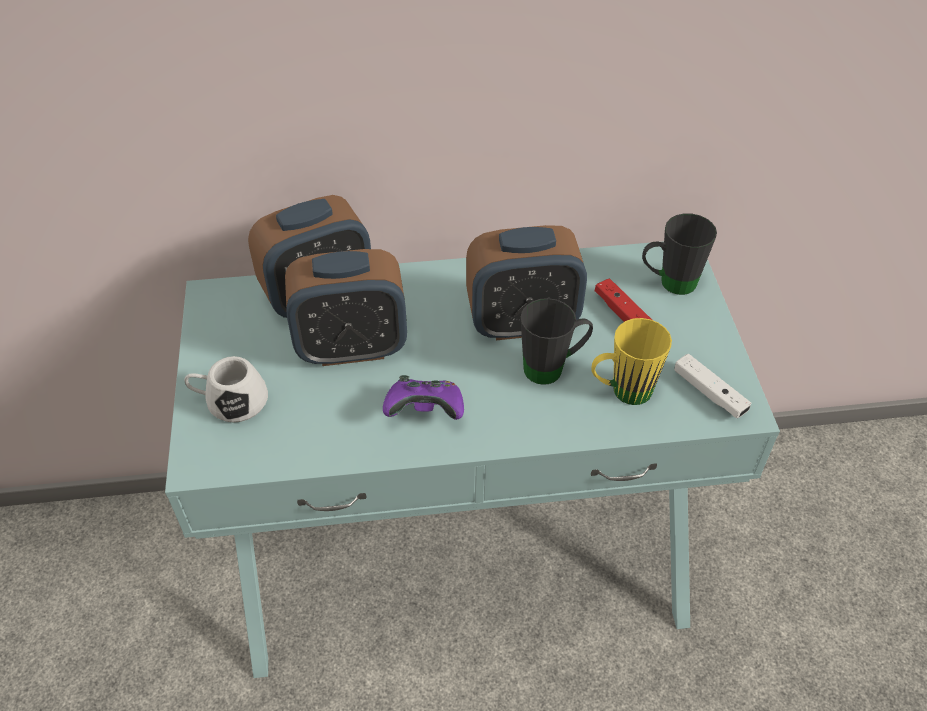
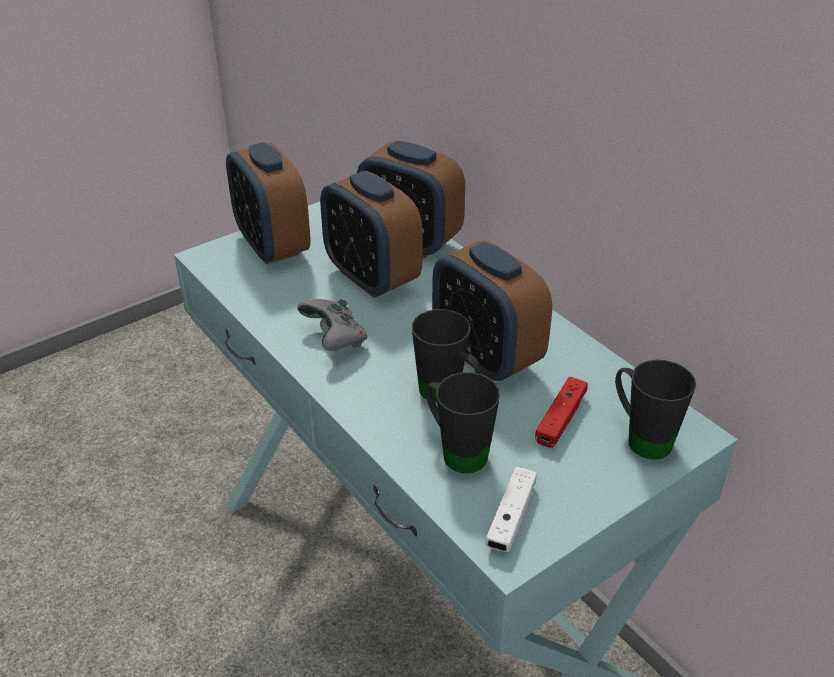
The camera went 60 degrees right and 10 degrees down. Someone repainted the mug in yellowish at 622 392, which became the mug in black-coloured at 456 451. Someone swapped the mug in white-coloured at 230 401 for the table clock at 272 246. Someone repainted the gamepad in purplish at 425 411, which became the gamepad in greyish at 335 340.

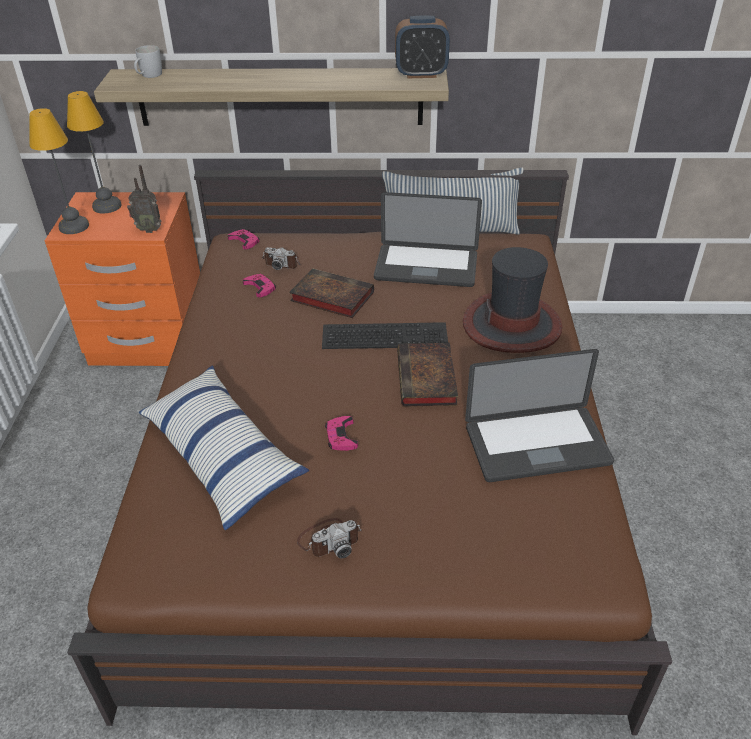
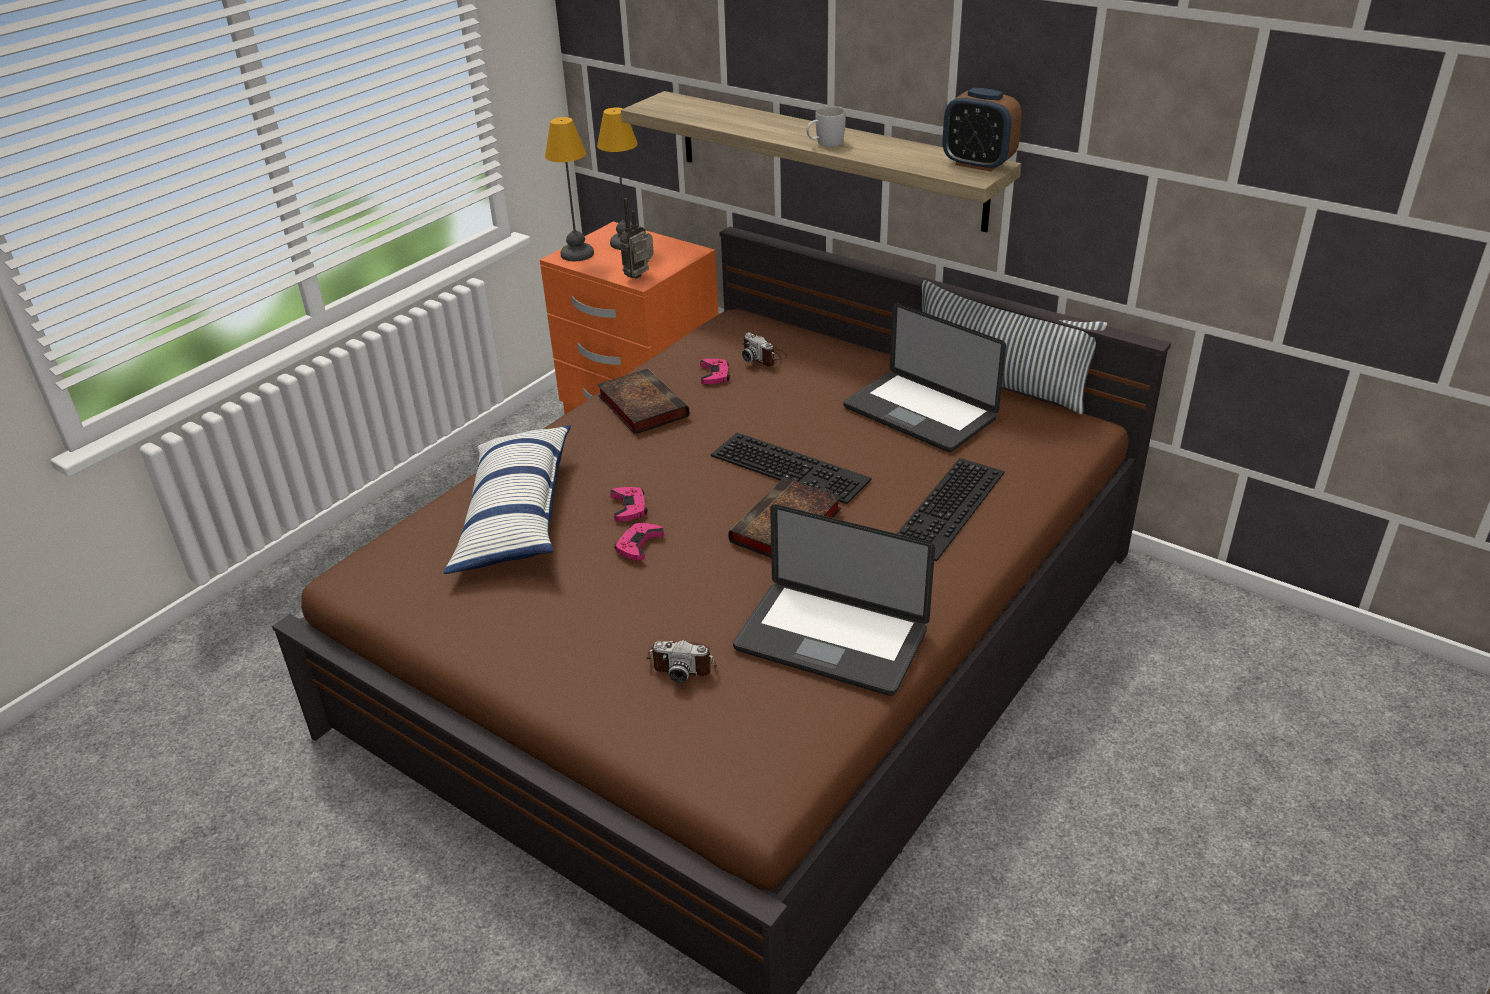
The camera went 35 degrees right and 5 degrees down. Someone carried the mug in white-coloured from 149 76 to 825 144. Someone rotated the radio receiver at 149 229 by 90 degrees clockwise. Someone carried the gamepad in pink from 244 241 to 629 507. Someone swapped the wearable hat at 512 324 for the PC keyboard at 950 509. Someone carried the book from 330 297 to 640 406. Someone carried the photo camera from 330 539 to 683 662.

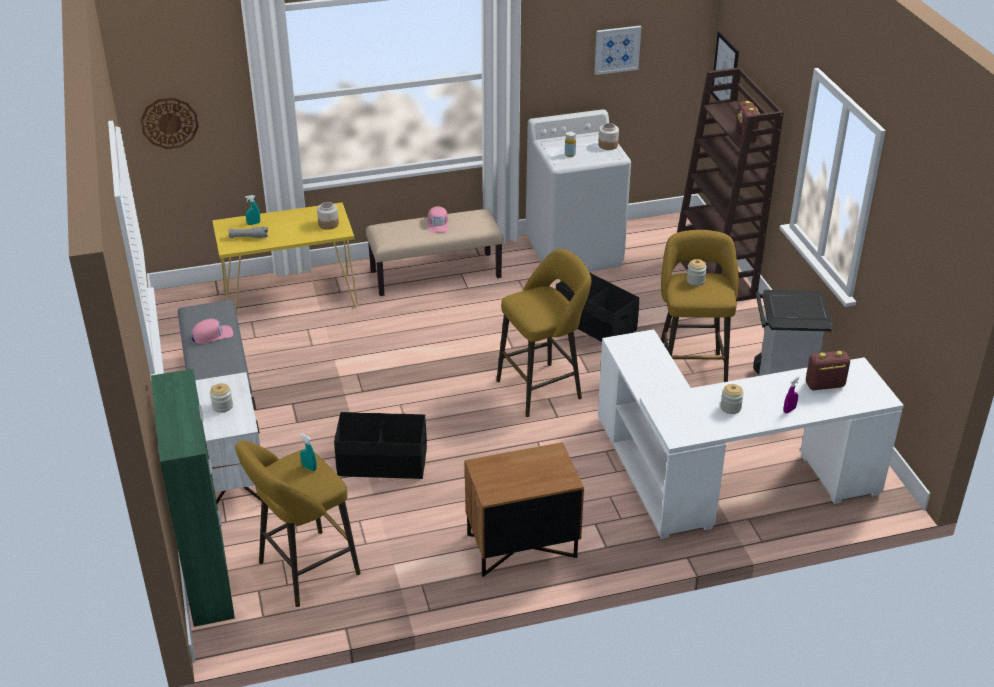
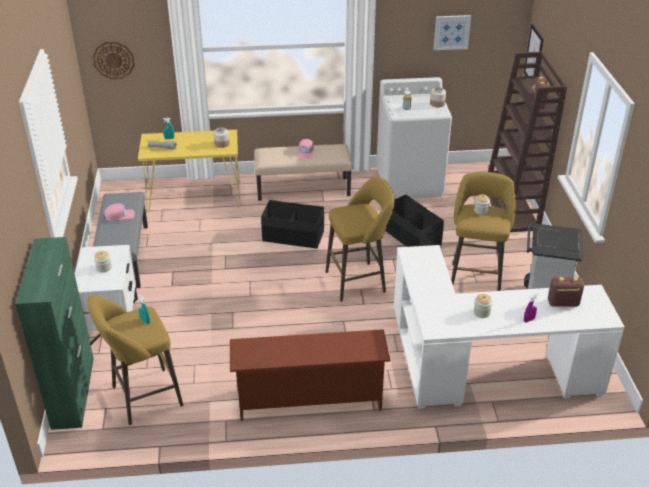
The camera went 10 degrees right and 0 degrees up. Someone carried the storage container in black-coloured from 382 463 to 293 236. Someone swapped the bedside table in brown-coloured at 521 547 for the shoe rack in brown-coloured at 309 401.

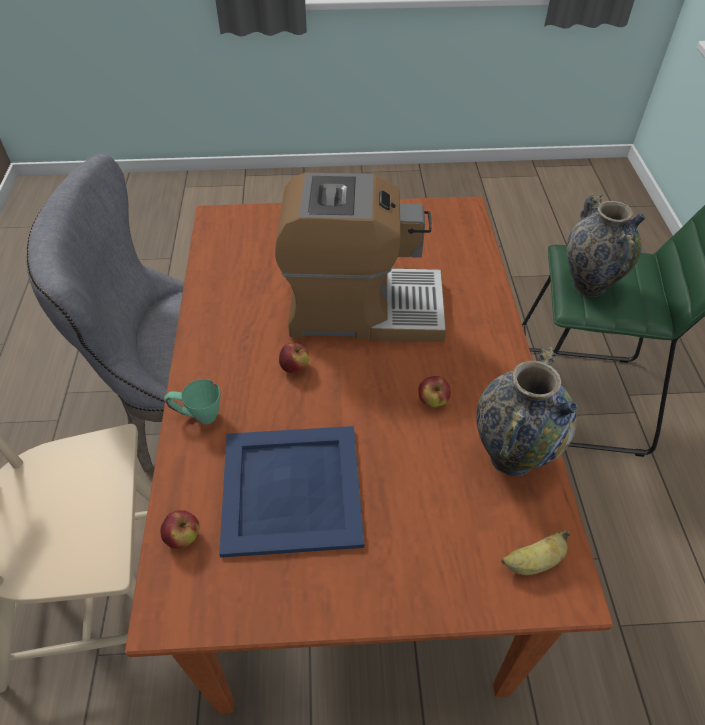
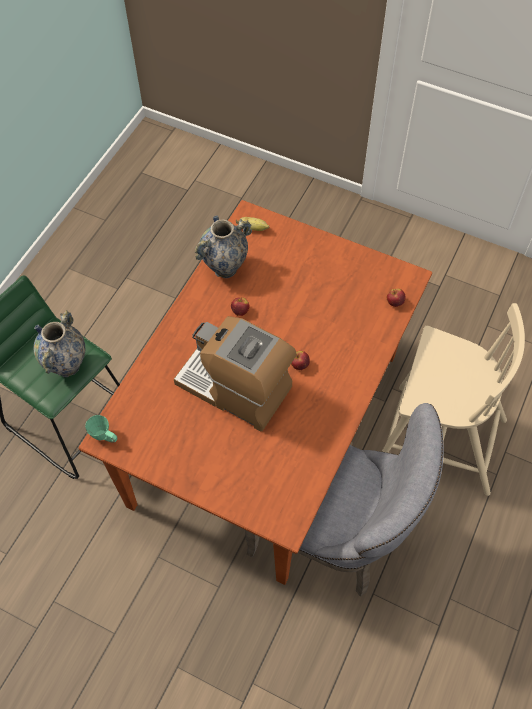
The camera went 150 degrees left and 10 degrees up. Someone carried the mug in greenish from 198 416 to 105 438. Someone took away the carrying tray in bluish at 293 488.

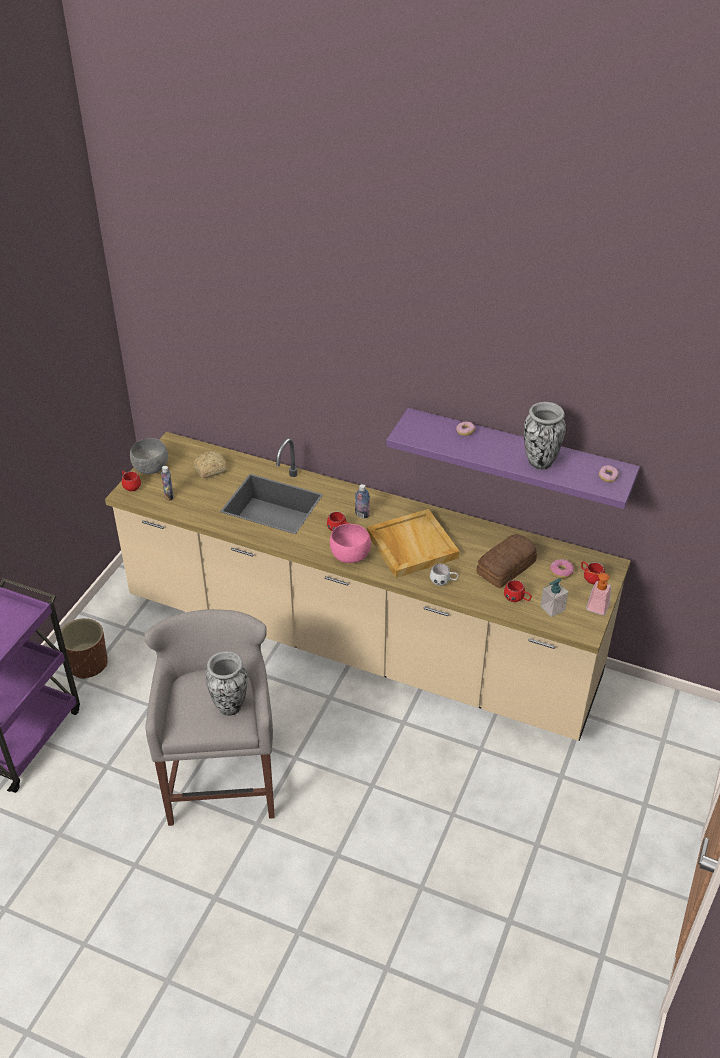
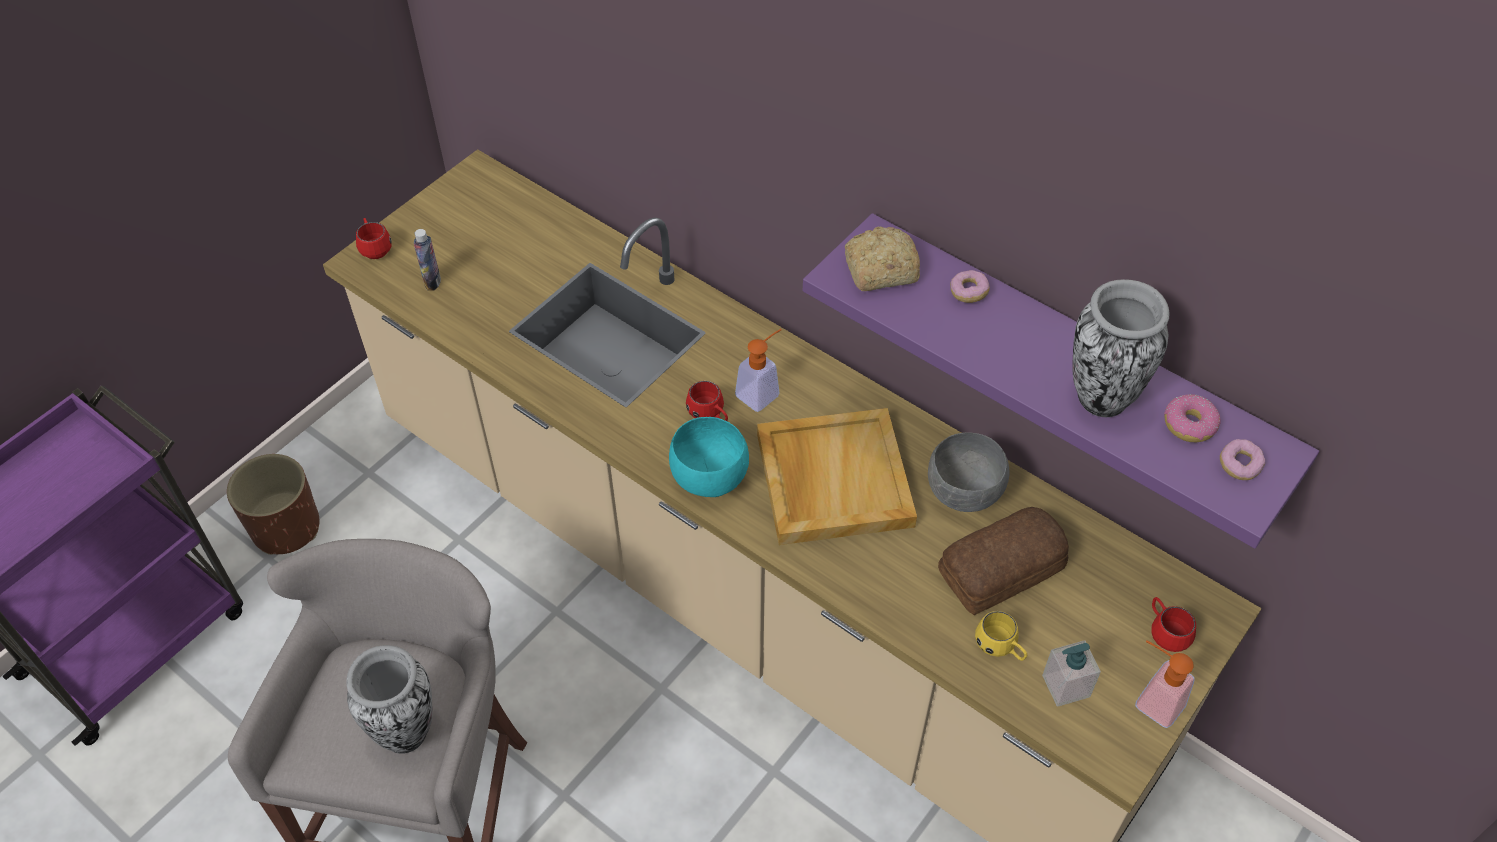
The camera went 15 degrees right and 10 degrees up. Someone carried the serving bowl in greyish from 151 469 to 964 494. Someone carried the bread from 209 470 to 878 270. Someone swapped the beverage bottle at 362 515 for the liquid soap bottle at 762 392. Someone repainted the serving bowl in pink at 349 556, which became the serving bowl in turquoise at 708 477. Someone carried the donut from 561 572 to 1189 425. Someone took away the mug in white-coloured at 443 582. Someone repainted the mug in red at 517 599, which became the mug in yellowish at 1000 648.

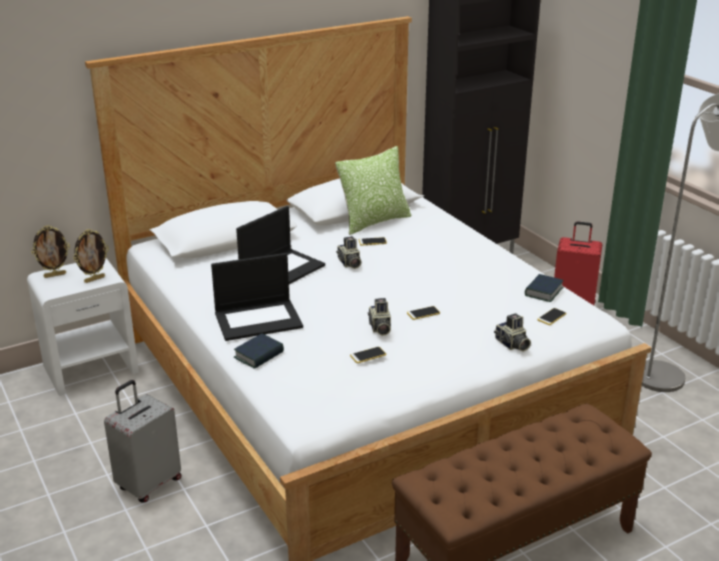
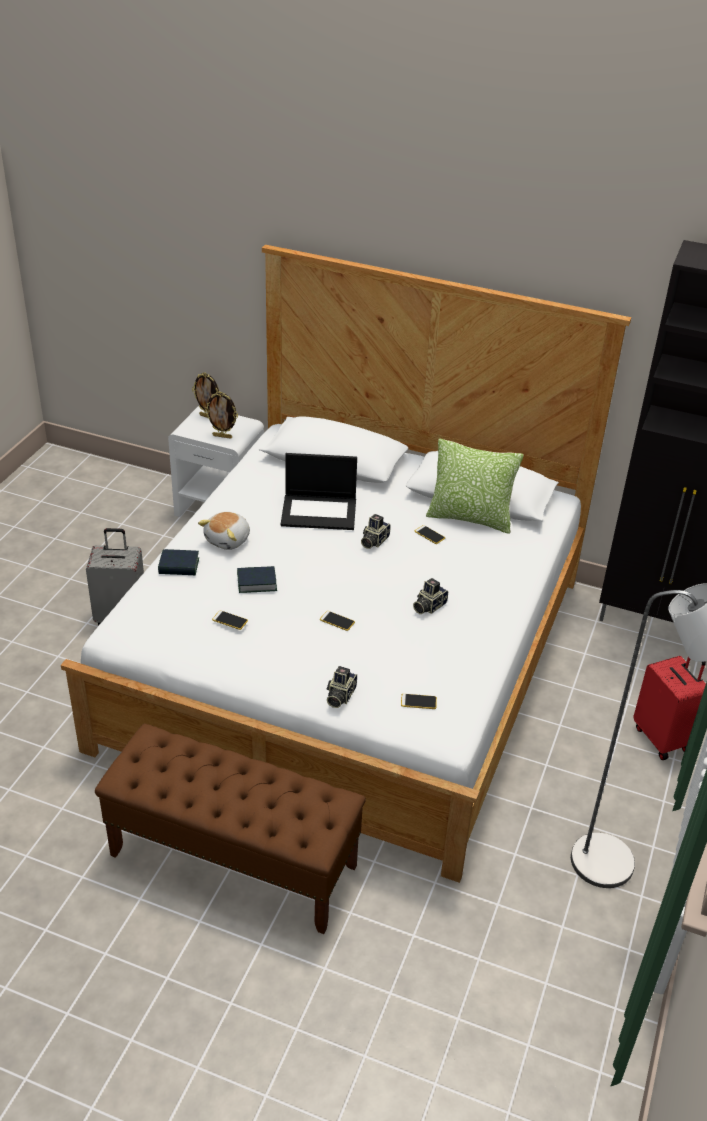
The camera went 50 degrees right and 10 degrees up. Someone swapped the notebook computer at 259 319 for the soft toy at 228 540. Someone carried the book from 543 292 to 256 583. Someone carried the photo camera from 379 328 to 428 606.

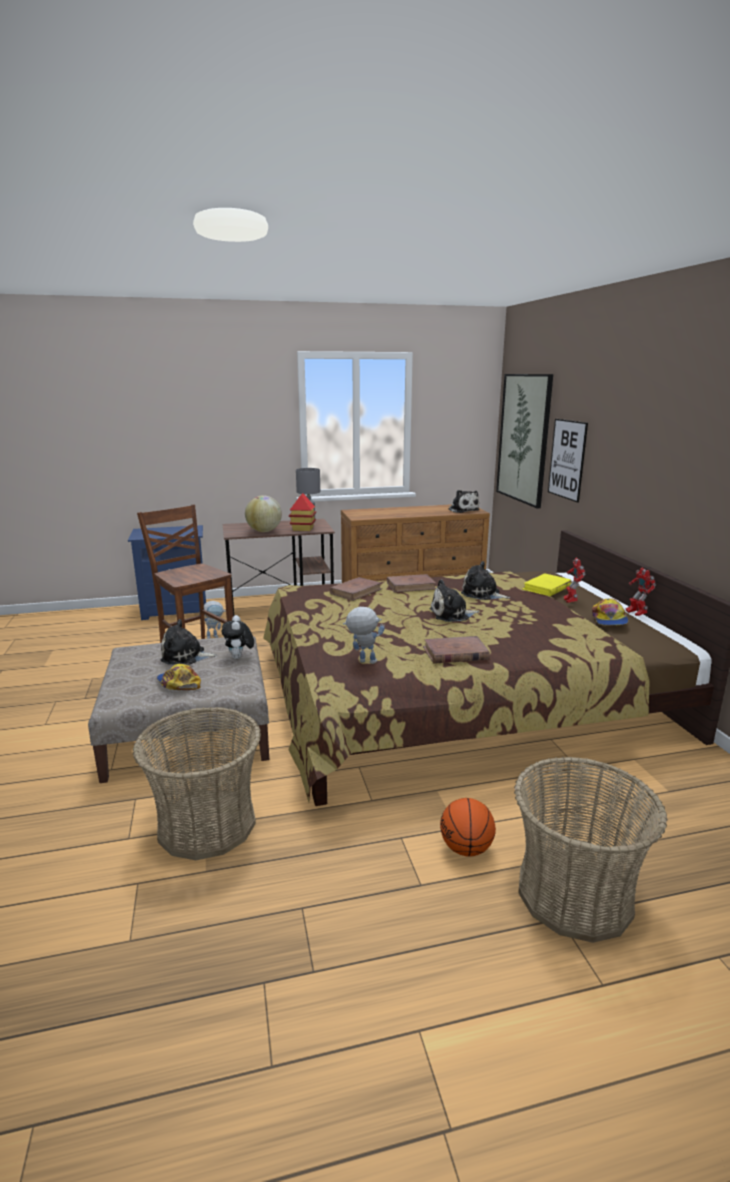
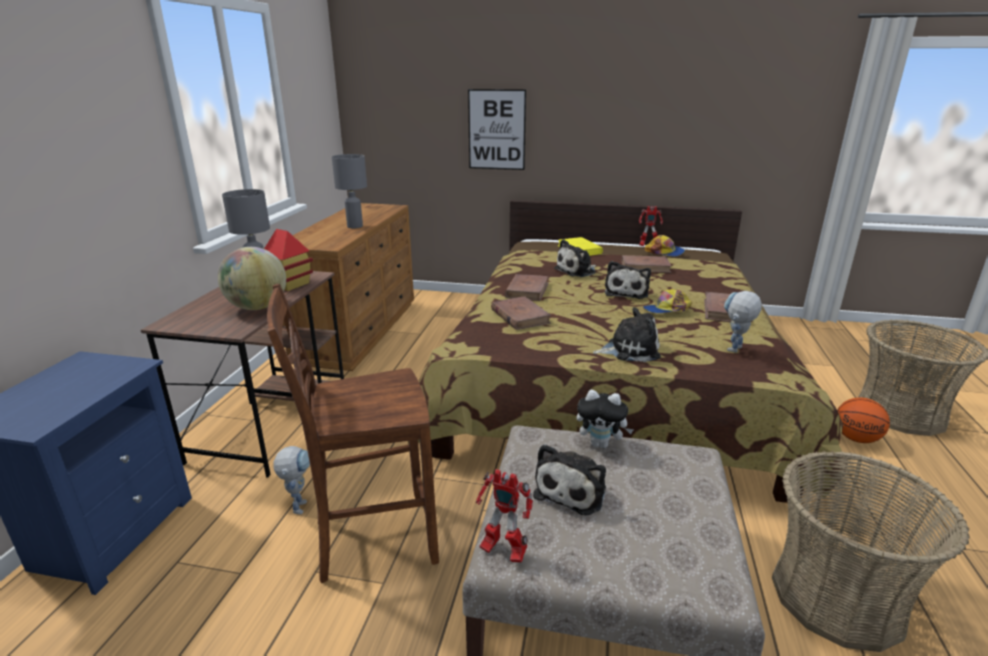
The camera went 65 degrees left and 5 degrees up. Someone took away the picture at 523 438. Someone carried the soft toy from 462 510 to 629 350. Someone carried the robot figure from 570 602 to 502 551. Someone carried the cap from 178 683 to 667 310. Someone put down the tabletop lamp in greyish at 355 226. Someone put down the book in brown-coloured at 645 267.

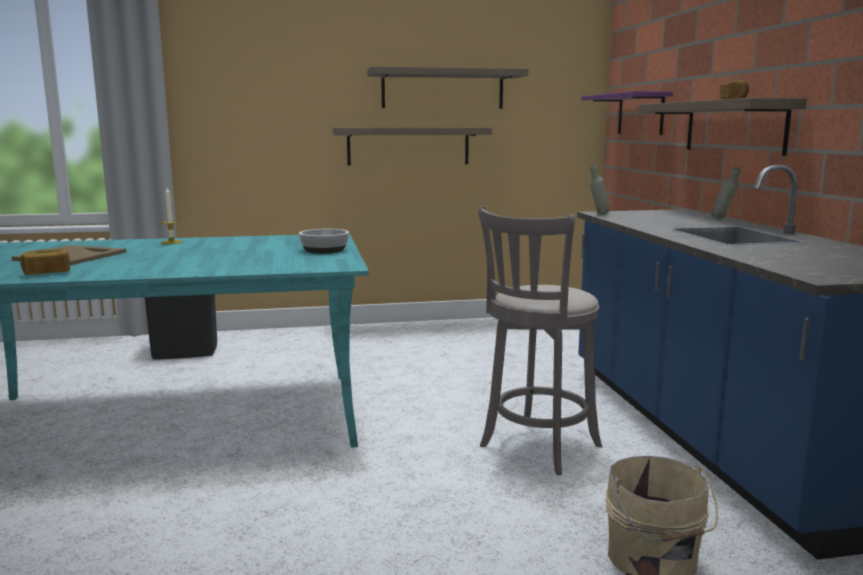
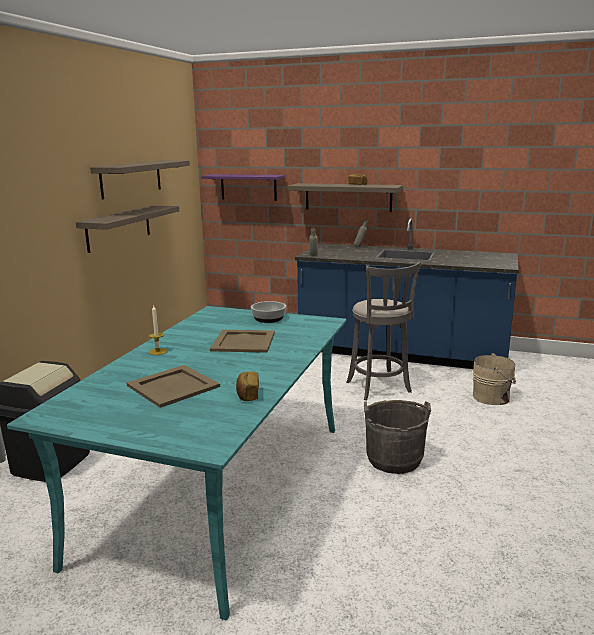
The camera went 60 degrees left and 5 degrees up. Someone put down the carrying tray in sand-coloured at 244 341. Someone put down the pail in greyish at 394 459.

